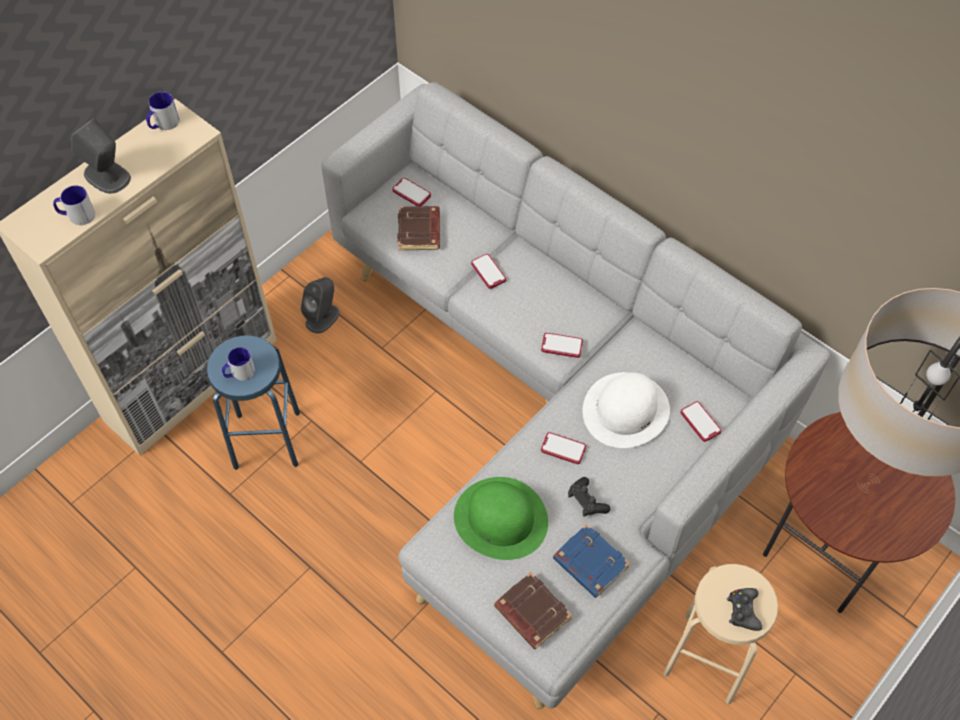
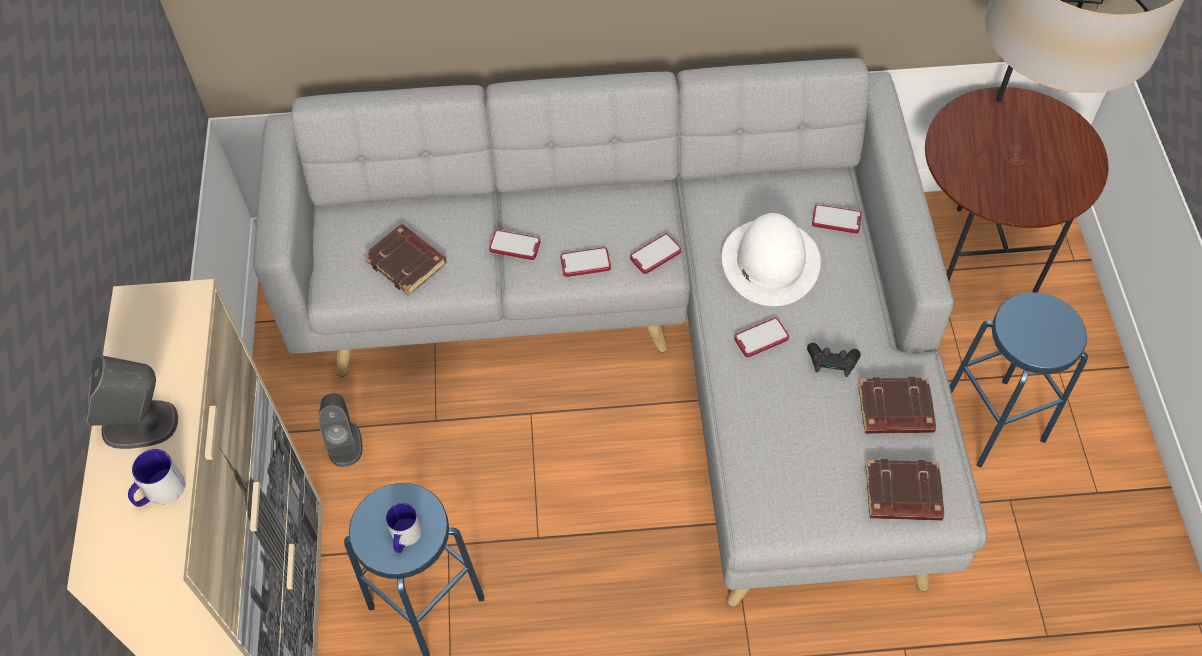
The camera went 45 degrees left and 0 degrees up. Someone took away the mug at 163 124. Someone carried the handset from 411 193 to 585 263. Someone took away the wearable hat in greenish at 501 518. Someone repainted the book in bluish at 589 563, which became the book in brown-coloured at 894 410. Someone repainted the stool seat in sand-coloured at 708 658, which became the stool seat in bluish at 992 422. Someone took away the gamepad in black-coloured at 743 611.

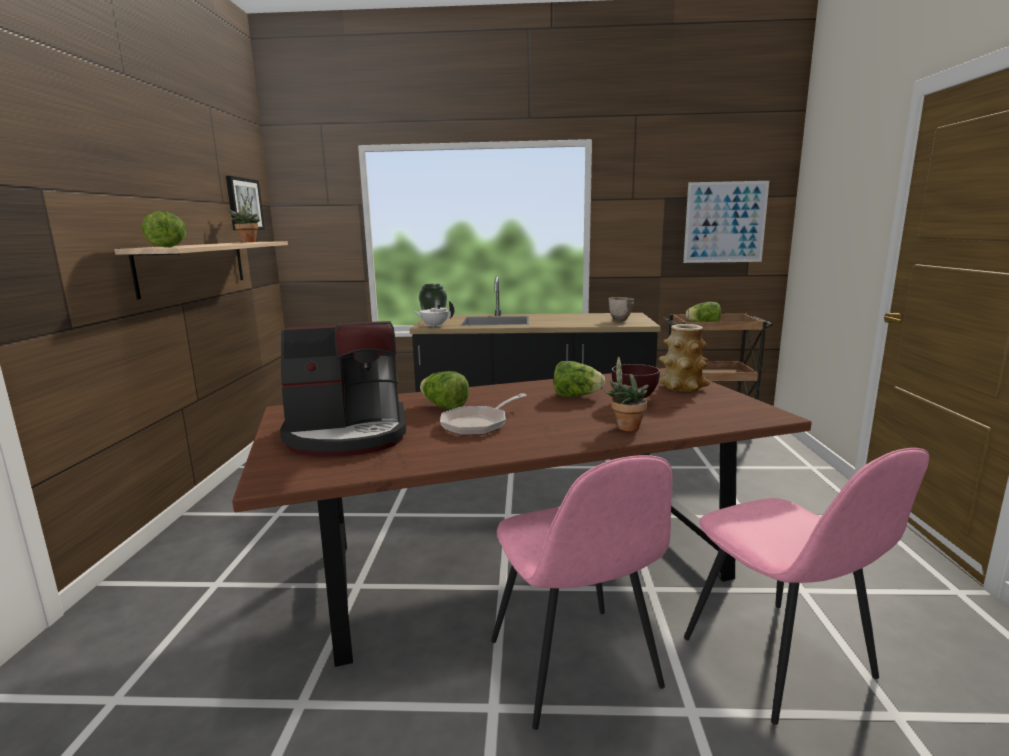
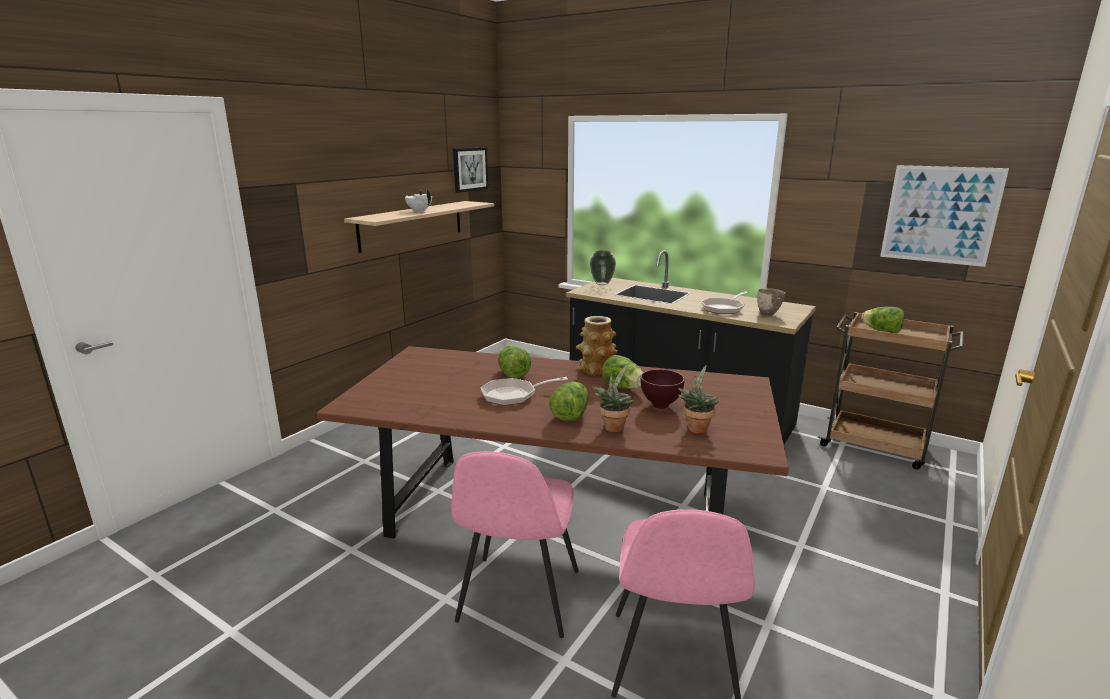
The camera went 30 degrees right and 5 degrees up. Someone carried the plant in a pot from 247 242 to 696 427. Someone carried the lettuce head from 170 247 to 570 414. Someone carried the teapot in white-coloured from 434 326 to 419 211. Someone took away the coffee maker at 348 435. Someone carried the flower vase from 682 387 to 597 370. Someone put down the frying pan at 724 308.

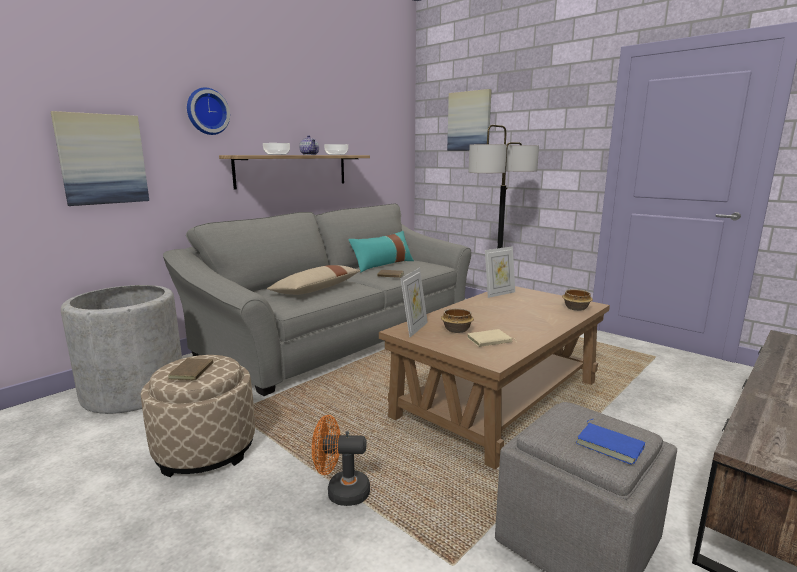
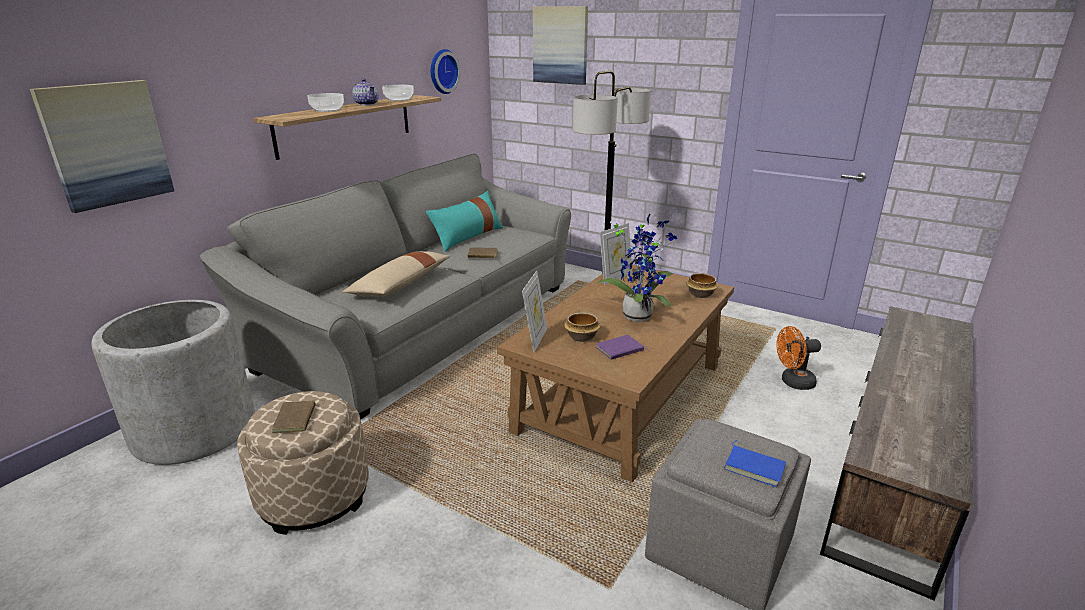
The camera went 10 degrees left and 10 degrees up. Someone carried the clock on the wall from 207 111 to 442 71. Someone repainted the book in sand-coloured at 489 341, which became the book in purplish at 620 350. Someone carried the fan in orange-coloured from 341 492 to 793 382. Someone put down the plant in a pot at 638 315.

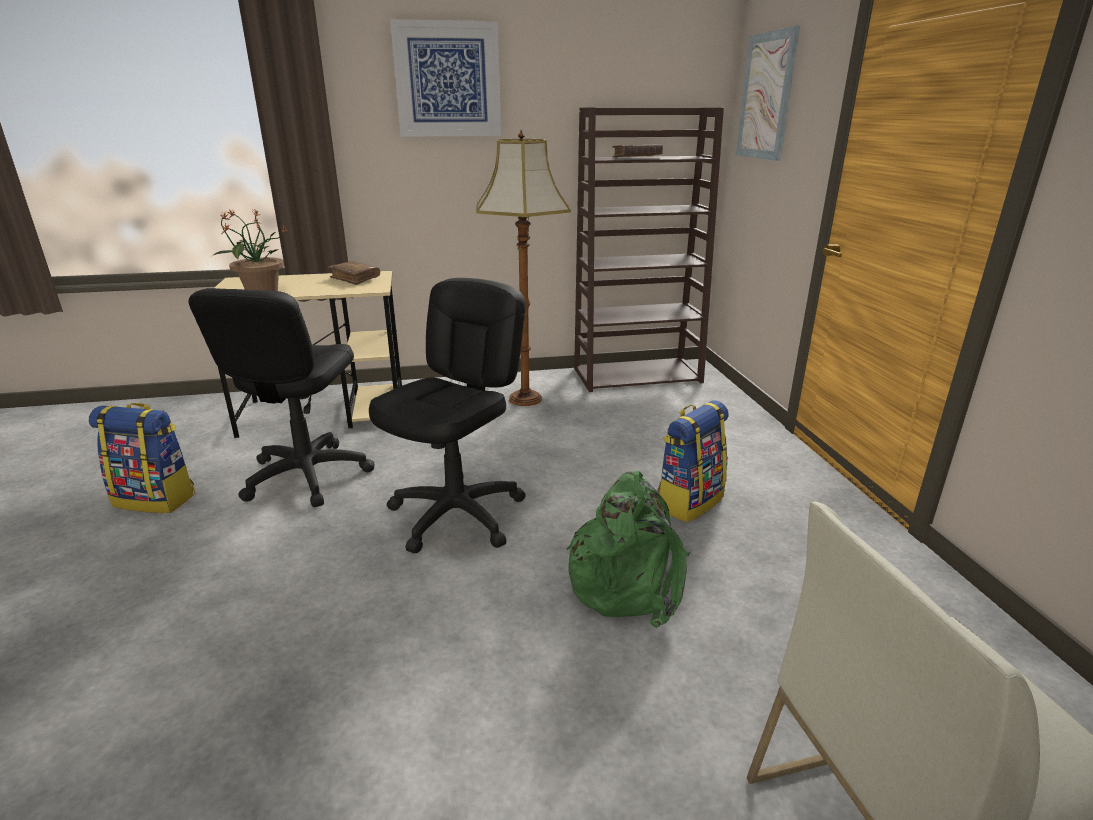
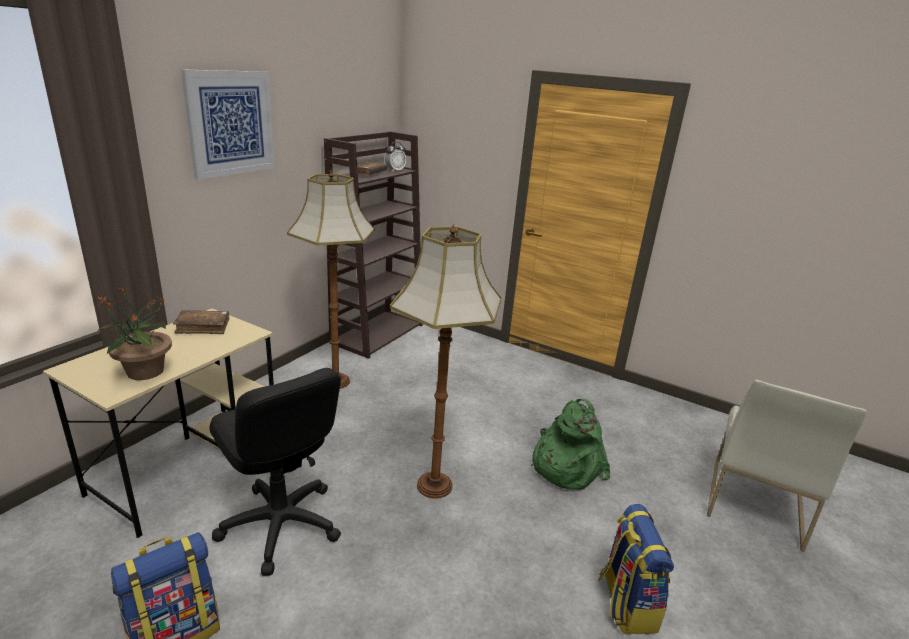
The camera went 50 degrees left and 0 degrees up. Someone took away the picture at 766 96. Someone swapped the desk chair in black-coloured at 457 515 for the standing lamp at 434 484. Someone carried the rucksack from 688 501 to 626 602. Someone put down the table clock at 395 171.

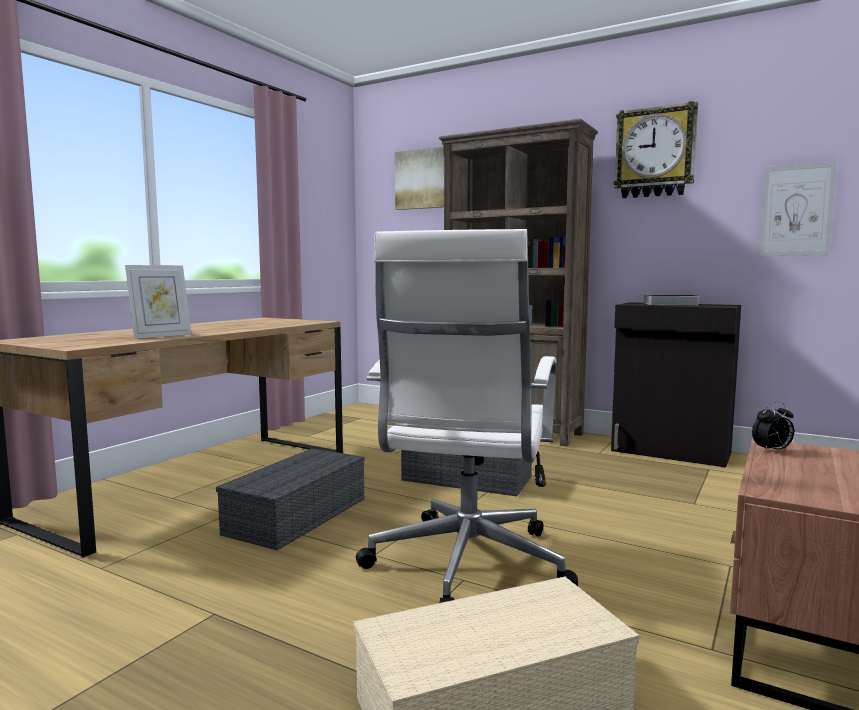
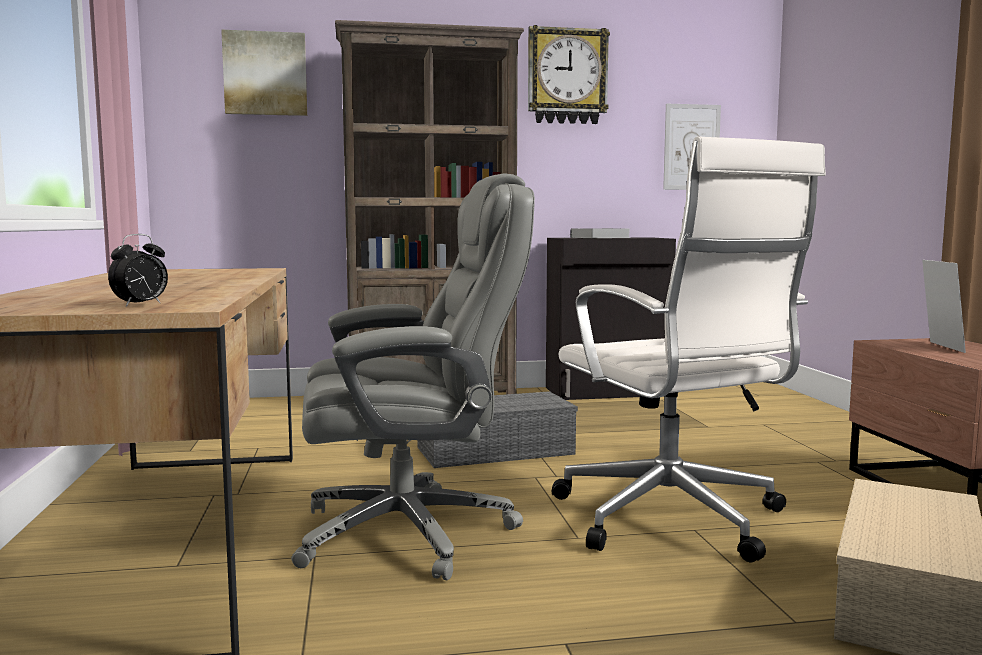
The camera went 40 degrees left and 0 degrees up. Someone carried the standing frame from 161 336 to 939 347. Someone carried the table clock from 772 451 to 141 305. Someone swapped the storage container in greyish at 297 517 for the desk chair in greyish at 411 532.

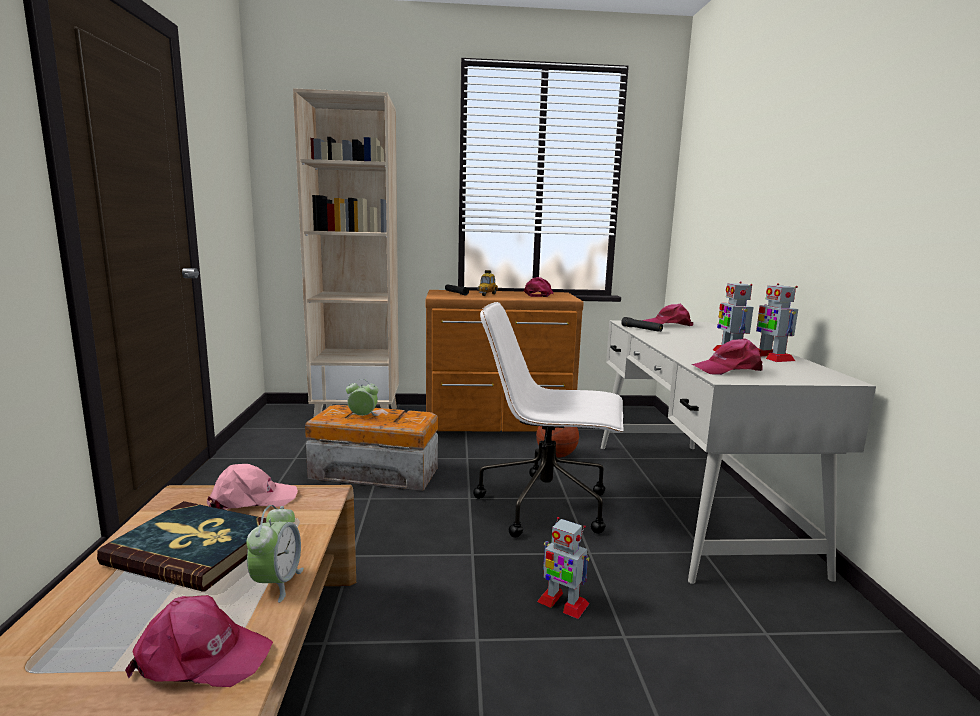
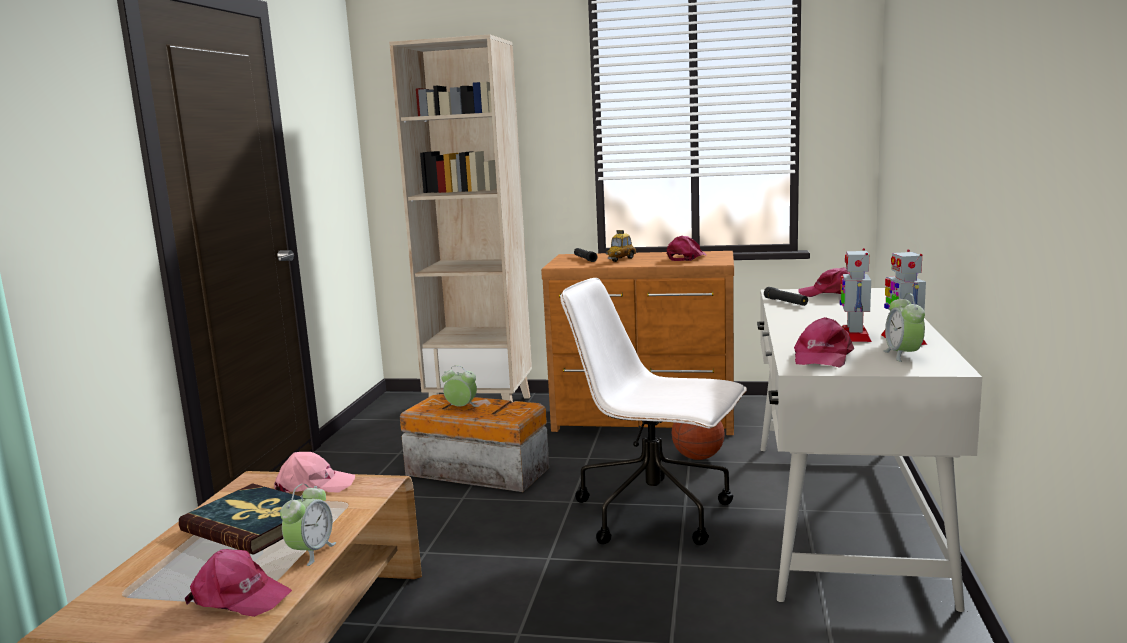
The camera went 15 degrees right and 0 degrees up. Someone rotated the cap in pink at 728 369 by 75 degrees counterclockwise. Someone took away the robot figure at 562 603. Someone put down the table clock at 903 355.

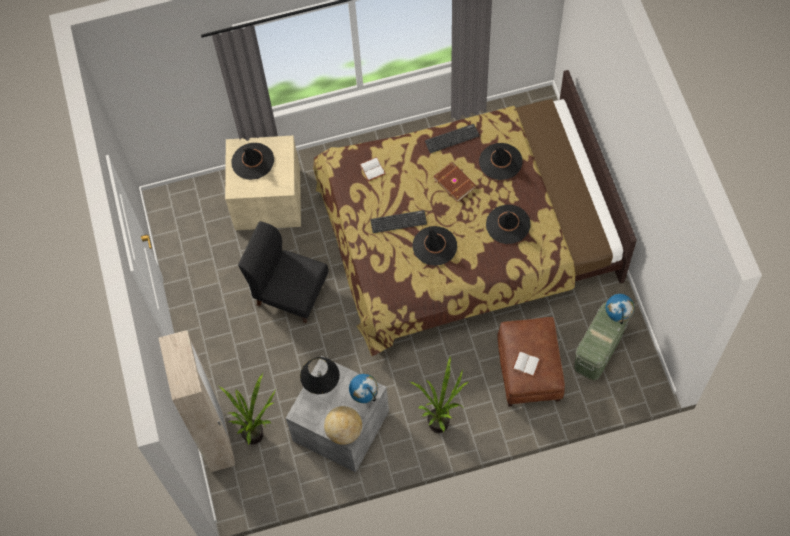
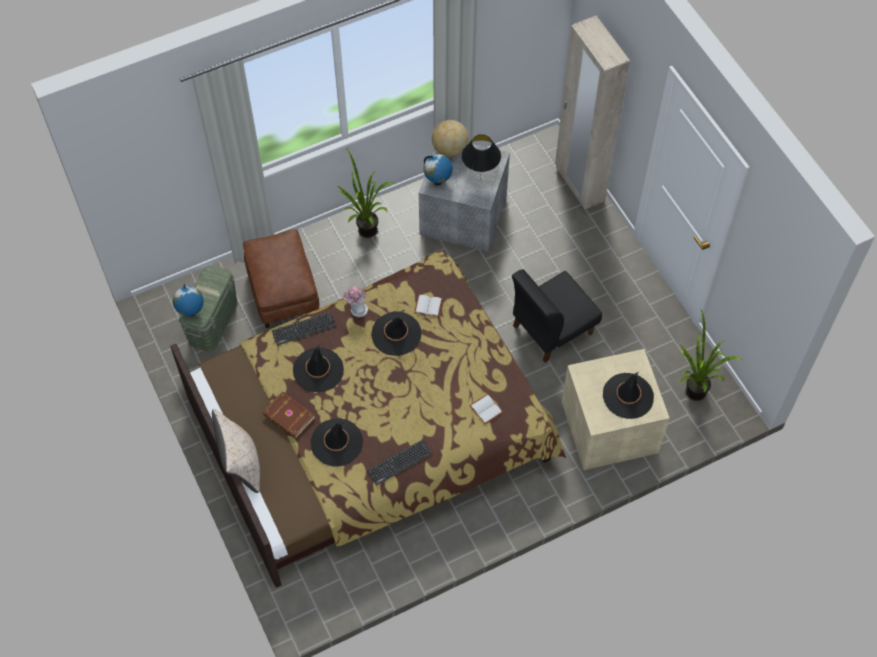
The camera went 165 degrees right and 5 degrees down. Someone carried the book in brown-coloured from 455 182 to 288 417. Someone carried the PC keyboard from 398 222 to 303 329. Someone rotated the plain chair in black-coloured at 290 292 by 135 degrees clockwise. Someone carried the book in white-coloured from 527 363 to 427 307. Someone carried the plant in a pot from 258 433 to 691 395. Someone put down the wearable hat at 356 310. Someone put down the pillow in sand-coloured at 241 465.

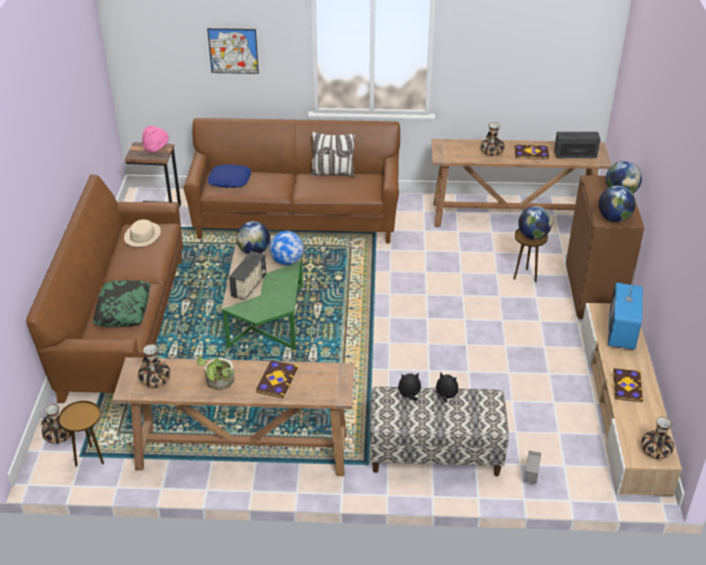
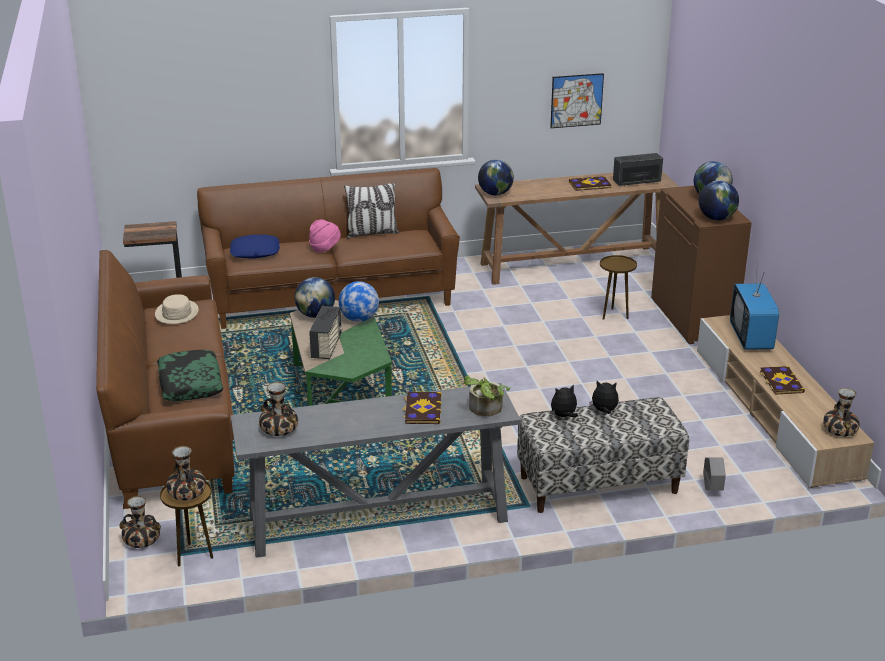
The camera went 15 degrees left and 10 degrees down. Someone carried the picture from 233 51 to 576 100. Someone carried the flower vase from 492 152 to 187 493. Someone carried the wearable hat in pink from 156 149 to 325 248. Someone carried the globe from 533 236 to 495 194. Someone carried the plant in a pot from 218 383 to 485 410. Someone repainted the console table in brown-coloured at 241 452, which became the console table in greyish at 376 519.

